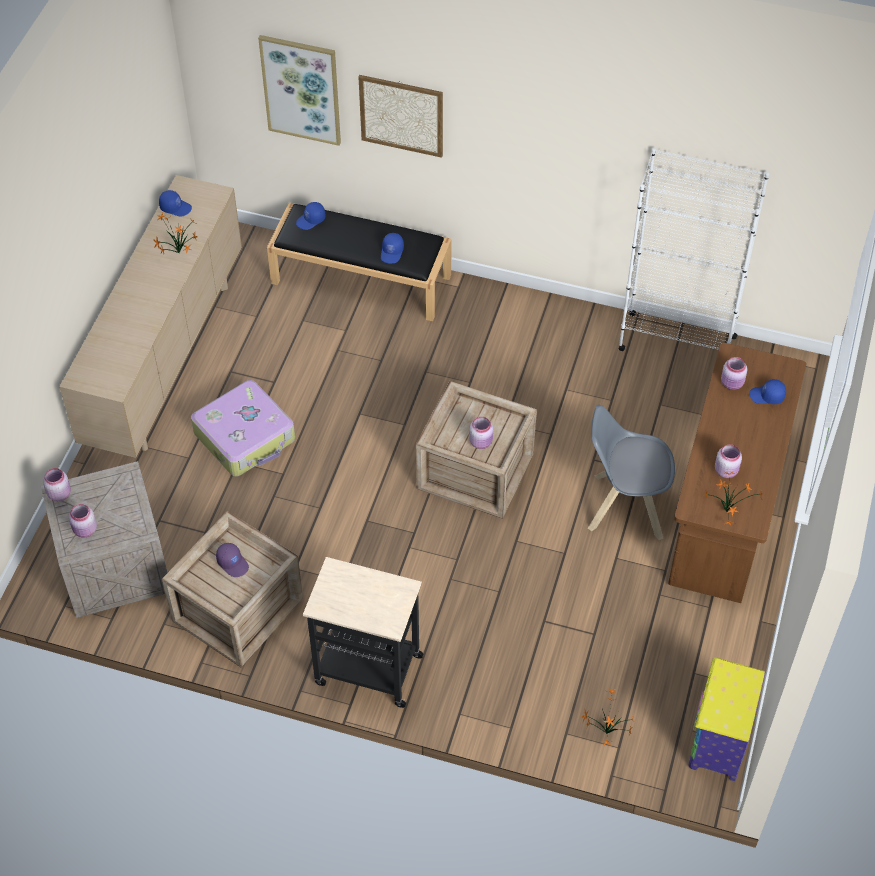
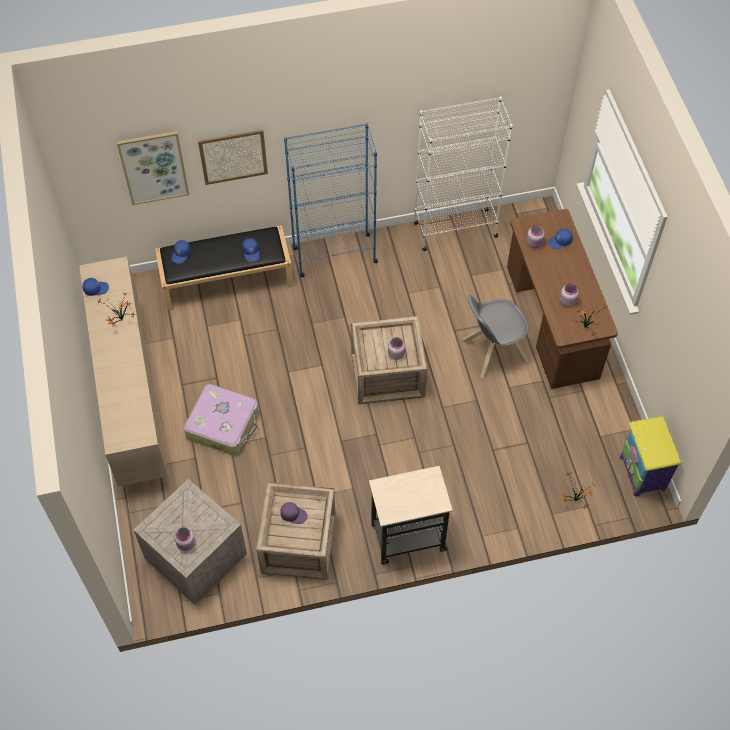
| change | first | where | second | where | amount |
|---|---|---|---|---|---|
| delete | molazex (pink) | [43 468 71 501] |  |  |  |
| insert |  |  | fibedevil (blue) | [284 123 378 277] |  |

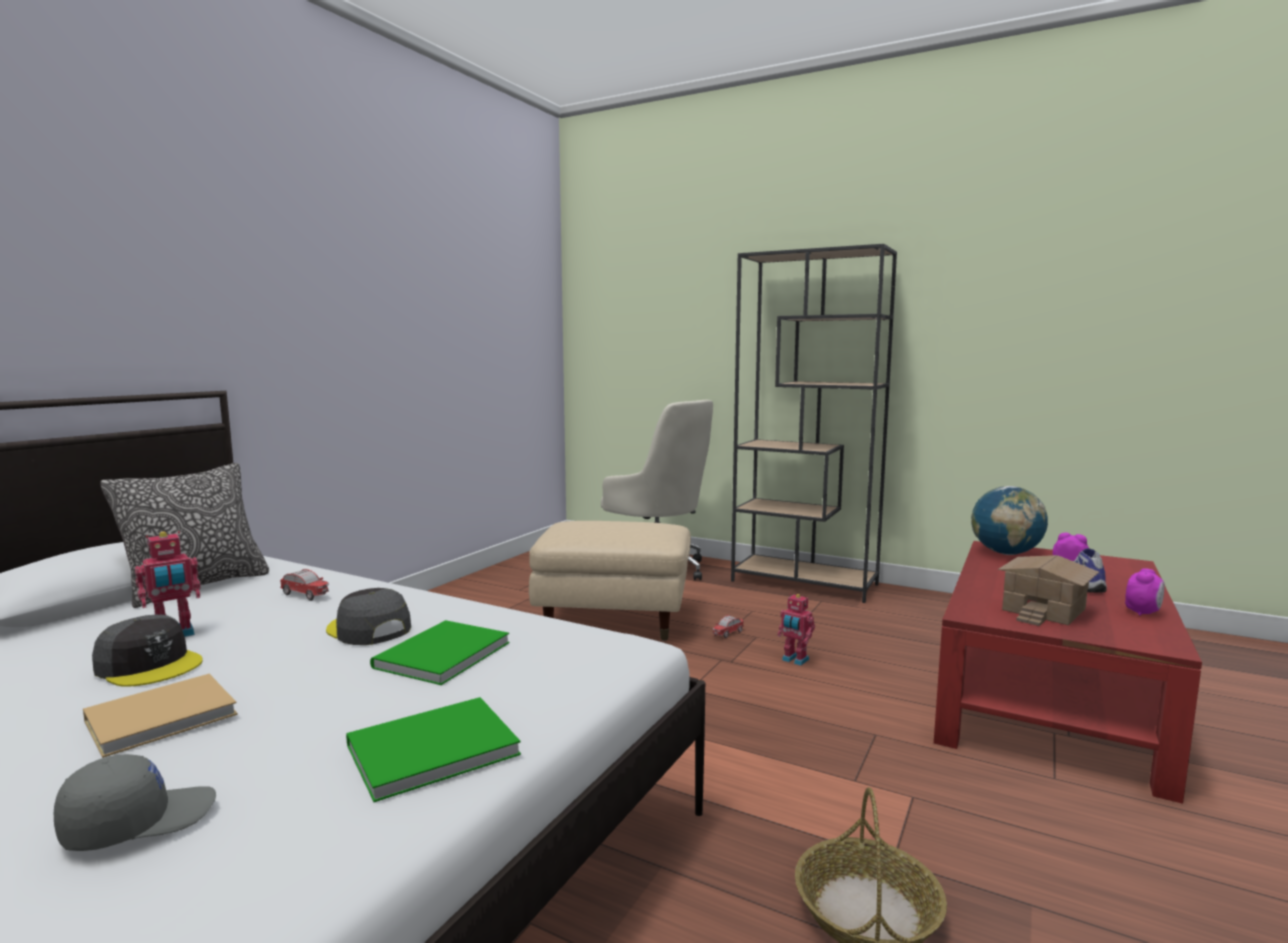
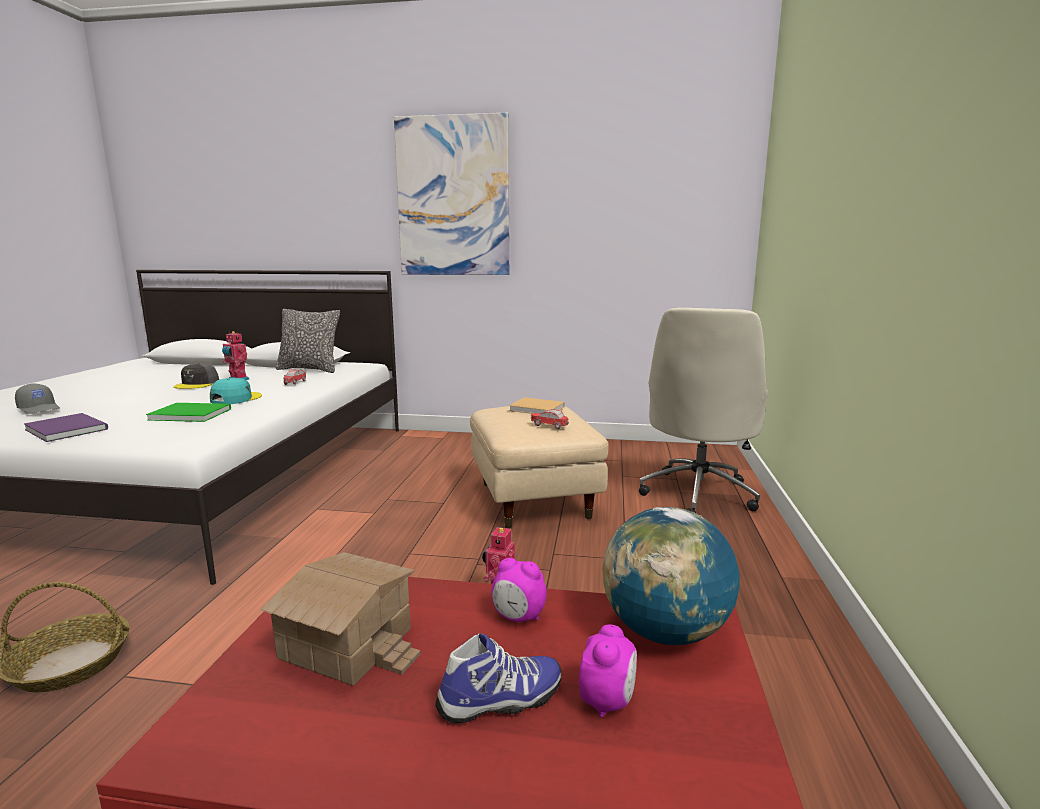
| change | first | where | second | where | amount |
|---|---|---|---|---|---|
| move | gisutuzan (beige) | [83 674 238 758] |  | [509 397 565 414] |  |
| recolor | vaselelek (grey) | [326 588 411 645] | vaselelek (turquoise) | [210 378 262 404] |  |
| recolor | gisutuzan (green) | [346 697 521 802] | gisutuzan (purple) | [24 413 108 442] |  |
| move | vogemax | [713 615 744 638] |  | [531 409 569 429] |  |
| delete | fibedevil | [731 244 897 603] |  |  |  |
| move | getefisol | [1125 568 1165 616] |  | [491 558 547 622] |  |
| insert |  |  | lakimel | [394 112 509 275] |  |

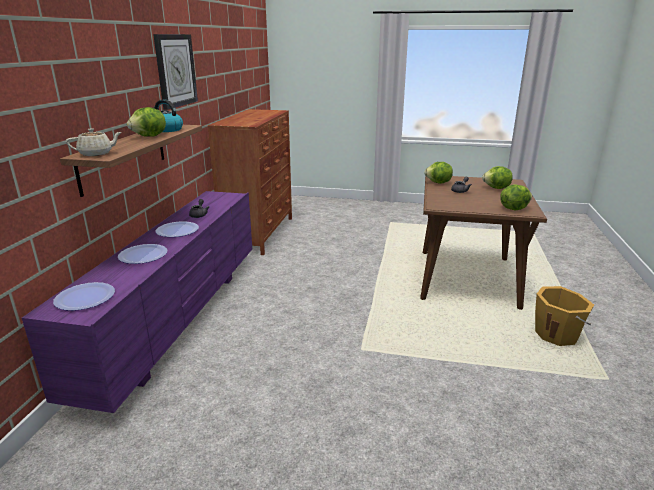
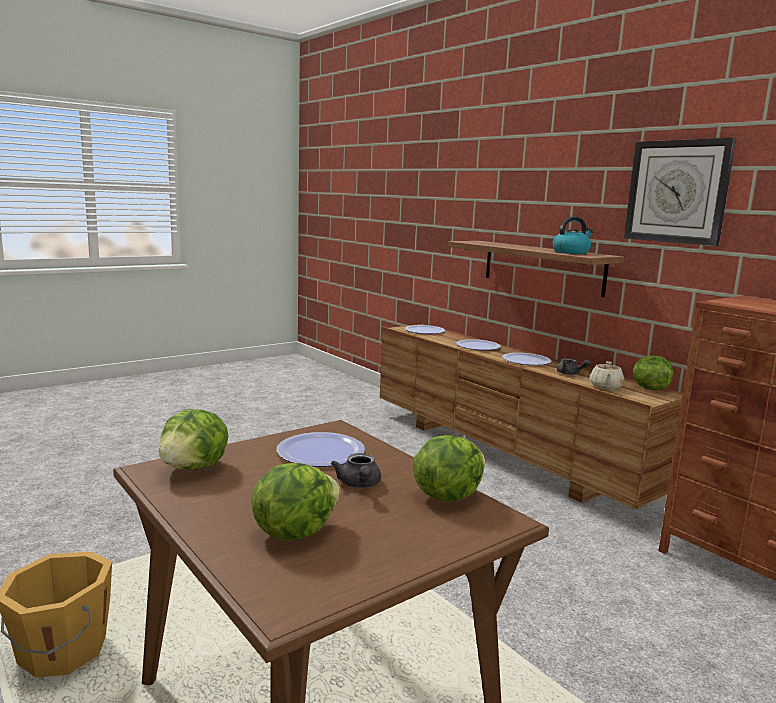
| change | first | where | second | where | amount |
|---|---|---|---|---|---|
| recolor | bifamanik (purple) | [22 191 252 413] | bifamanik (brown) | [380 324 683 509] |  |
| move | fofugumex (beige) | [66 128 121 156] |  | [590 361 624 390] |  |
| move | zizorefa | [127 107 166 137] |  | [633 355 673 390] |  |
| insert |  |  | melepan | [277 432 365 467] |  |

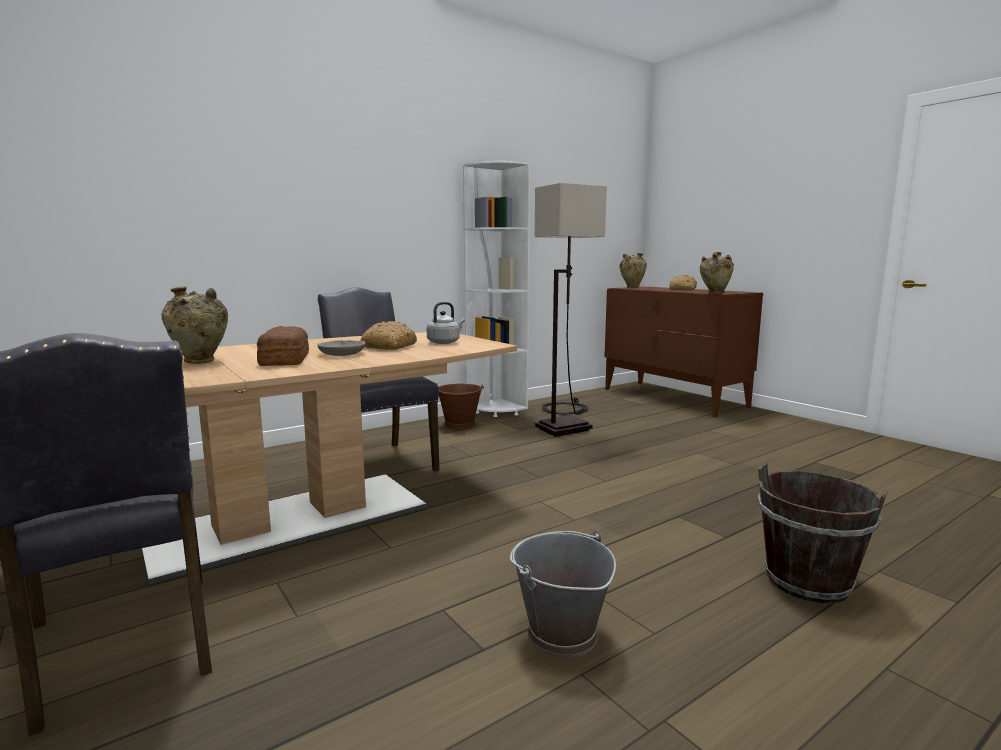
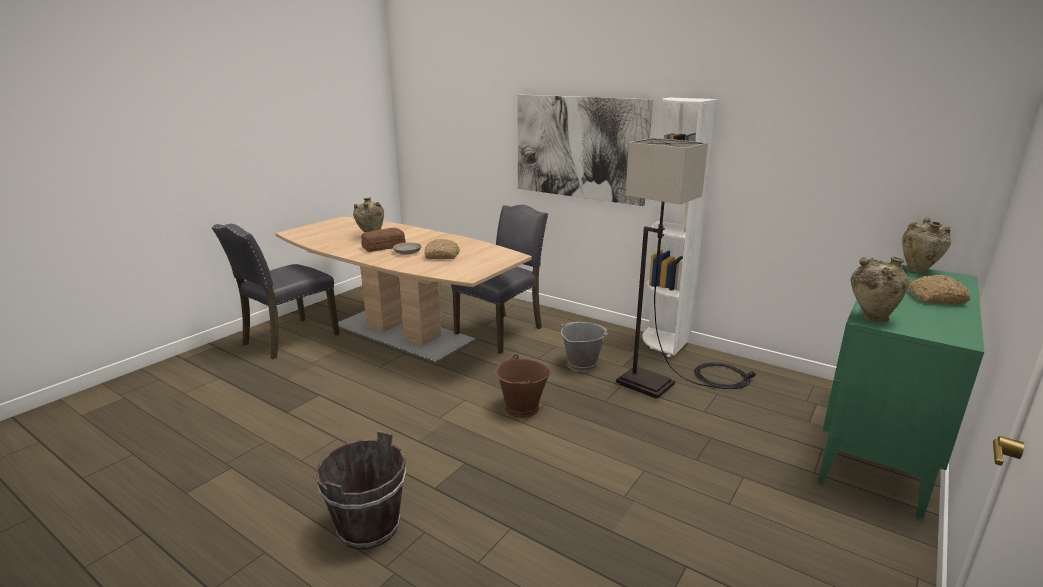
| change | first | where | second | where | amount |
|---|---|---|---|---|---|
| delete | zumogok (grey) | [427 302 465 344] |  |  |  |
| move | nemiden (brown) | [436 383 484 429] |  | [495 354 551 418] |  |
| move | nemiden (grey) | [510 530 616 658] |  | [561 322 608 372] |  |
| recolor | bifamanik (brown) | [604 287 763 417] | bifamanik (green) | [818 262 984 519] |  |
| insert |  |  | lakimel | [518 94 653 206] |  |

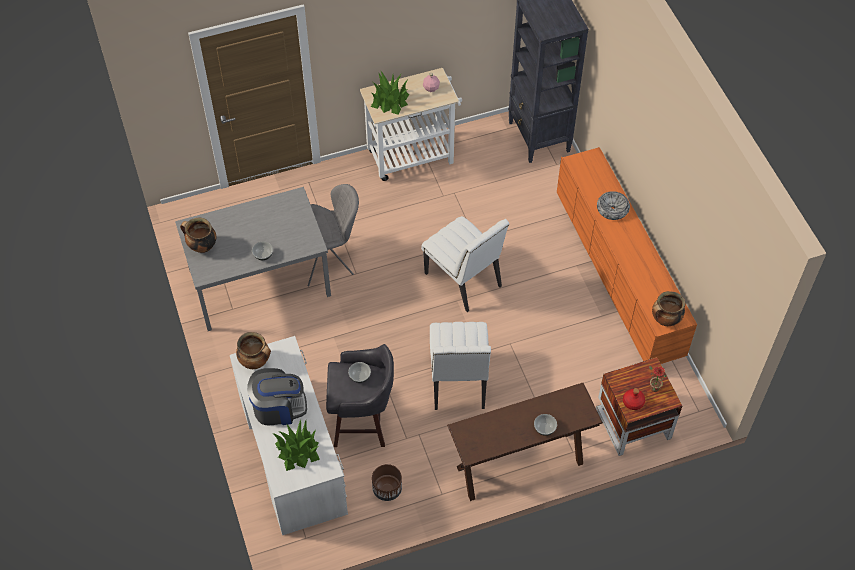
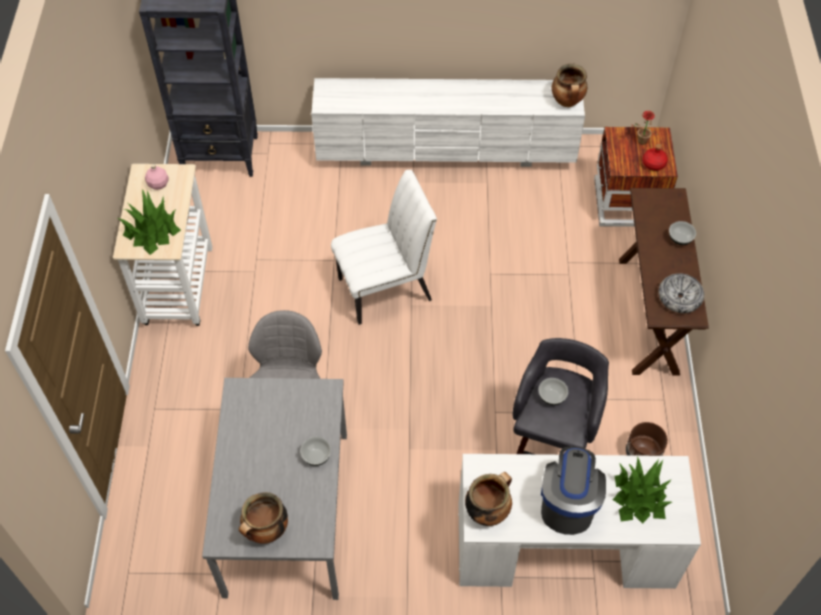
| change | first | where | second | where | amount |
|---|---|---|---|---|---|
| delete | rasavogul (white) | [430 322 491 410] |  |  |  |
| recolor | bifamanik (orange) | [557 147 697 364] | bifamanik (white) | [311 78 585 167] |  |
| move | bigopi | [597 191 630 220] |  | [659 273 704 313] |  |

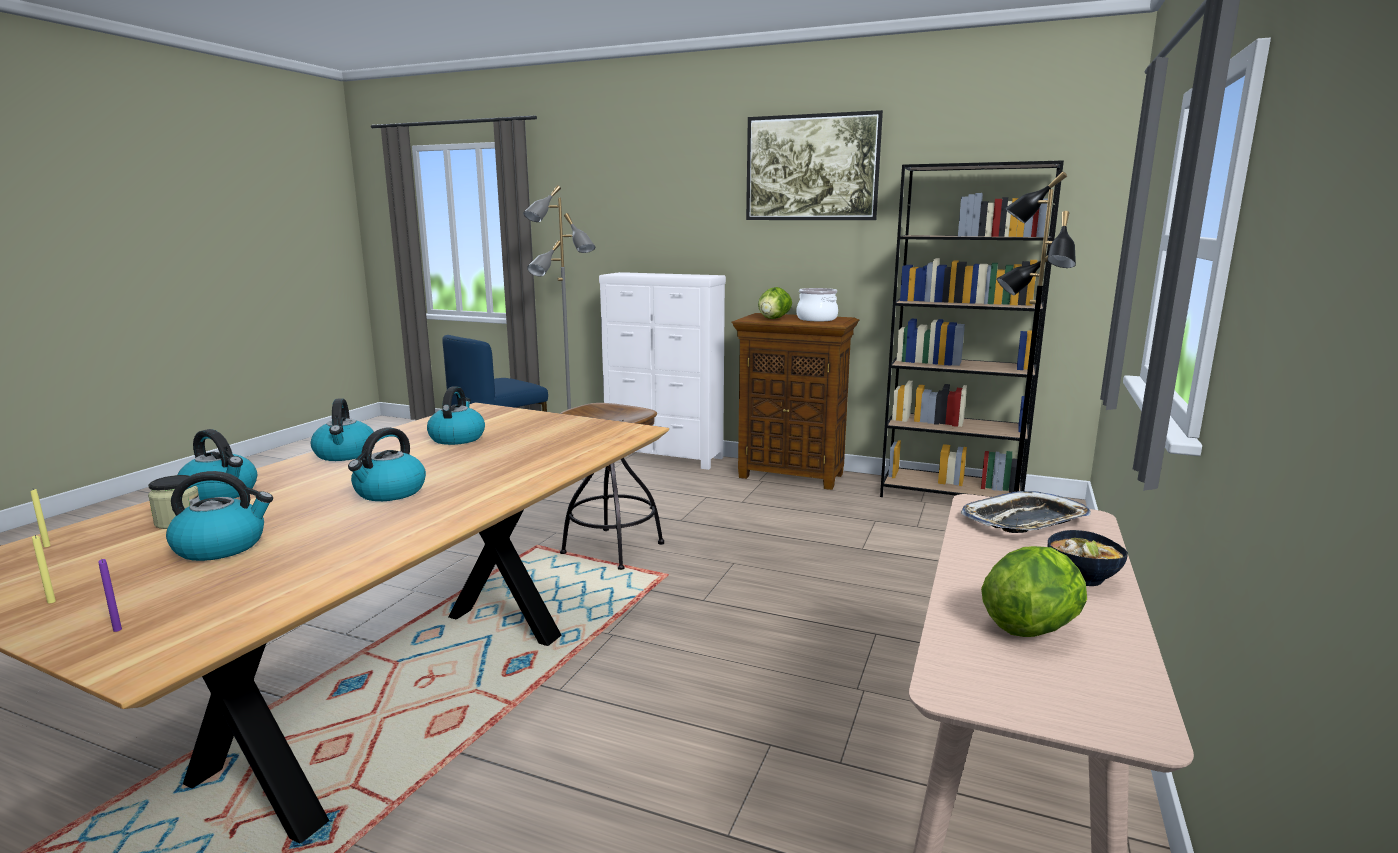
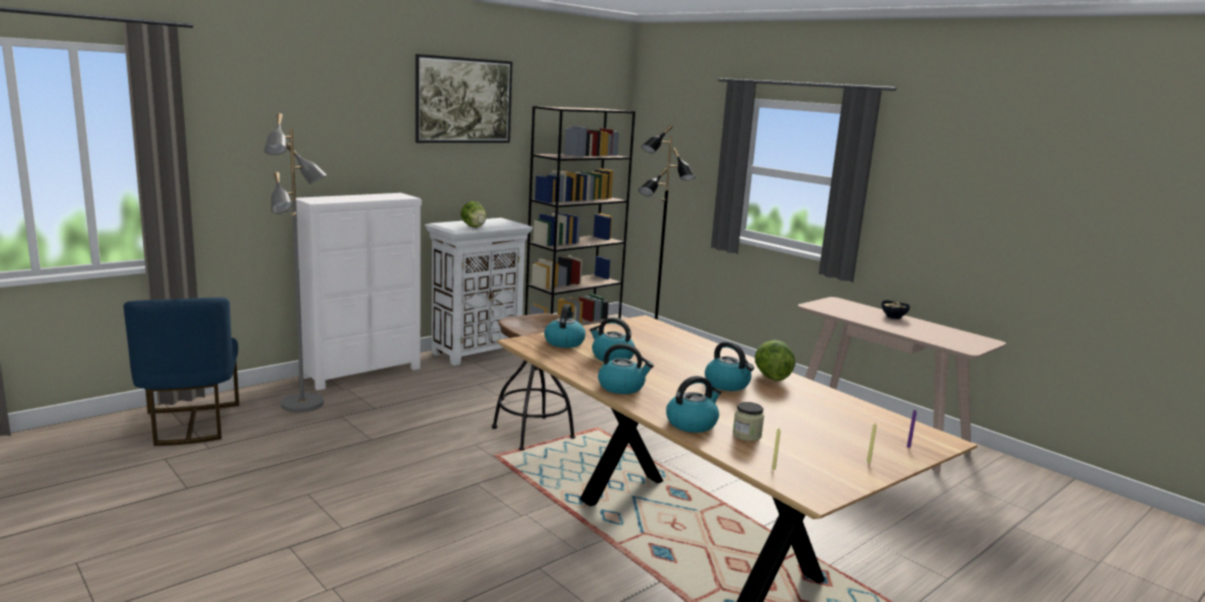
| change | first | where | second | where | amount |
|---|---|---|---|---|---|
| move | zumogok | [166 471 273 561] |  | [544 304 586 348] |  |
| recolor | bifamanik (brown) | [732 313 859 490] | bifamanik (white) | [424 218 533 366] |  |
| delete | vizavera | [796 288 838 321] |  |  |  |
| delete | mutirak | [961 491 1091 533] |  |  |  |
| move | zizorefa | [981 546 1087 637] |  | [755 340 796 381] |  |

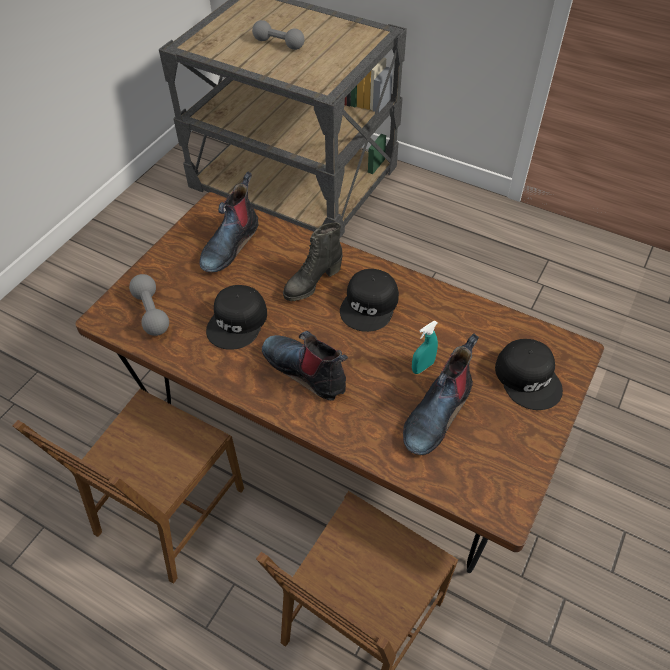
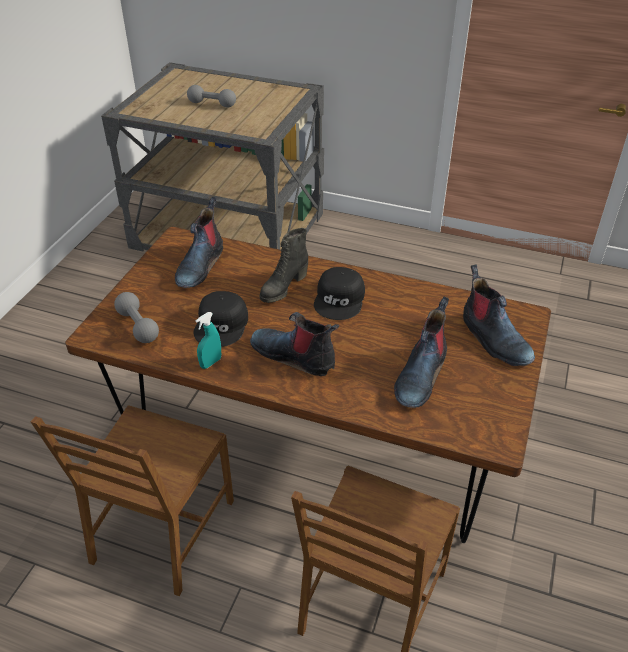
| change | first | where | second | where | amount |
|---|---|---|---|---|---|
| move | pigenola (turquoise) | [412 321 438 374] |  | [195 312 221 369] |  |
| replace | vaselelek (black) | [495 339 563 410] | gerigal | [463 264 535 366] |  |

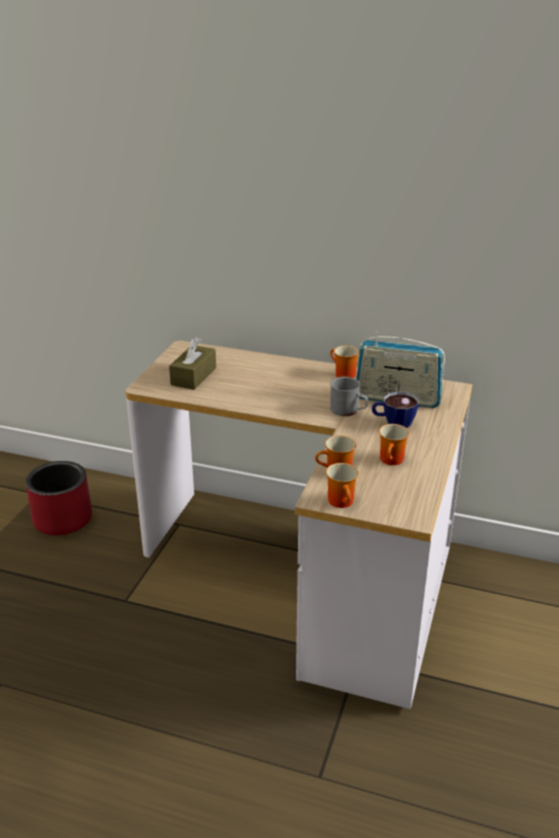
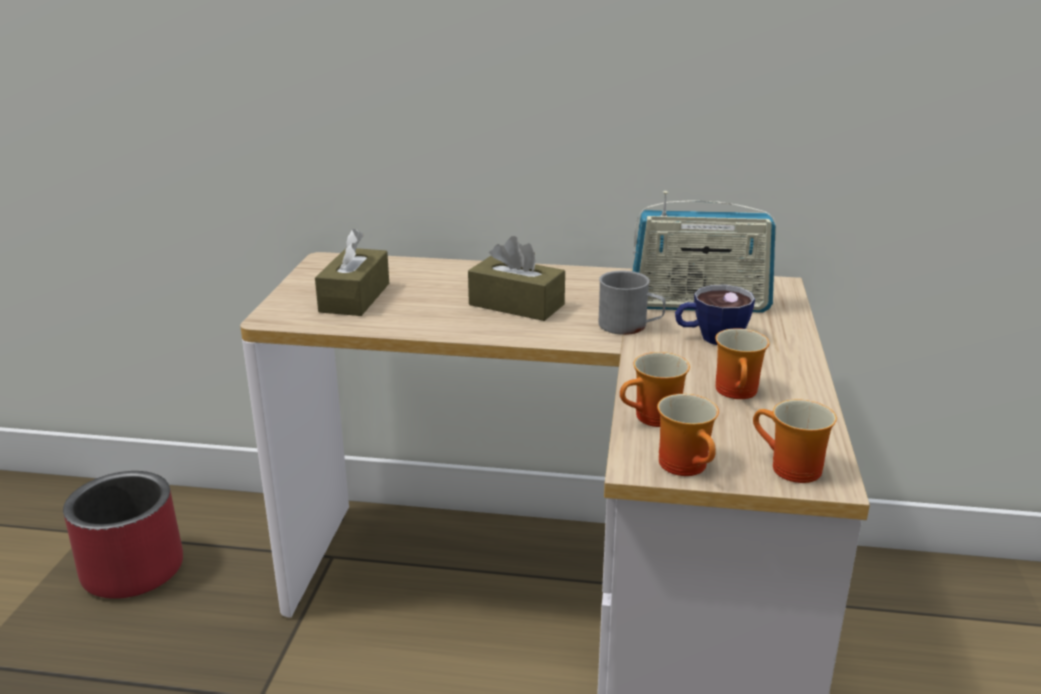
| change | first | where | second | where | amount |
|---|---|---|---|---|---|
| move | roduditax | [330 346 359 378] |  | [753 399 837 483] |  |
| insert |  |  | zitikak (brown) | [468 236 565 321] |  |

